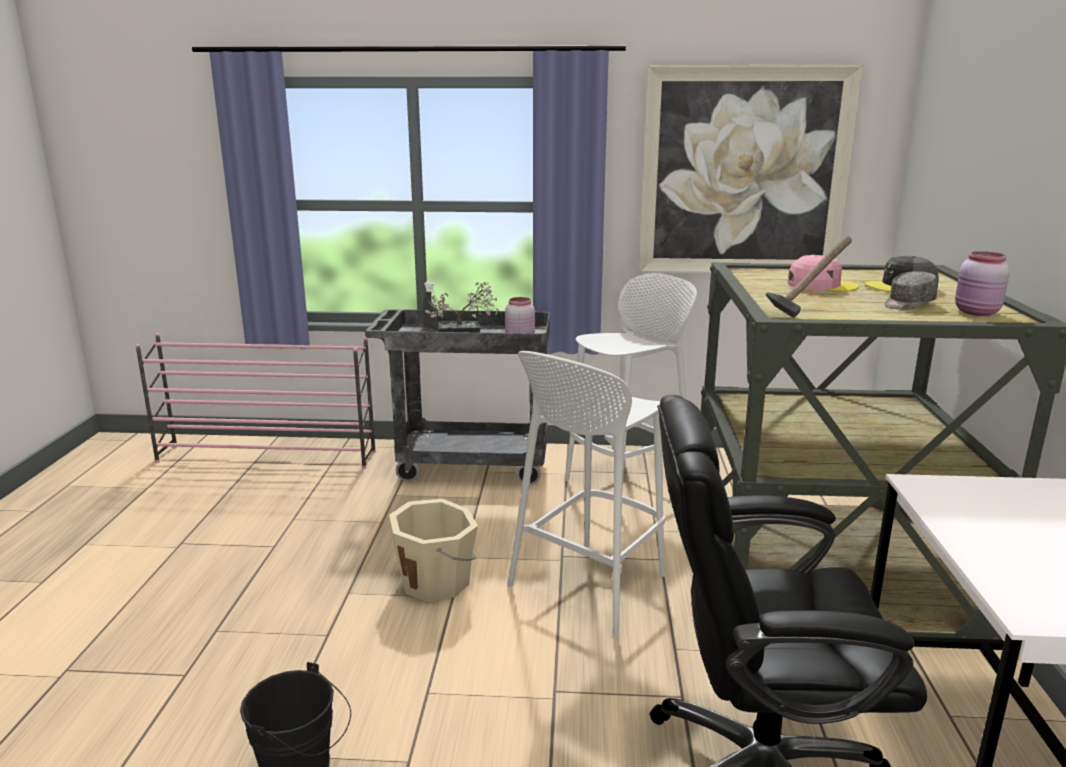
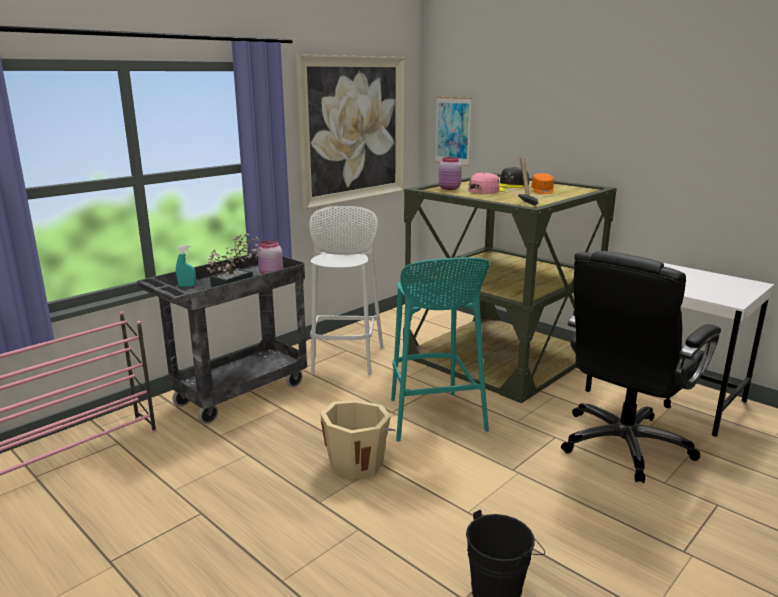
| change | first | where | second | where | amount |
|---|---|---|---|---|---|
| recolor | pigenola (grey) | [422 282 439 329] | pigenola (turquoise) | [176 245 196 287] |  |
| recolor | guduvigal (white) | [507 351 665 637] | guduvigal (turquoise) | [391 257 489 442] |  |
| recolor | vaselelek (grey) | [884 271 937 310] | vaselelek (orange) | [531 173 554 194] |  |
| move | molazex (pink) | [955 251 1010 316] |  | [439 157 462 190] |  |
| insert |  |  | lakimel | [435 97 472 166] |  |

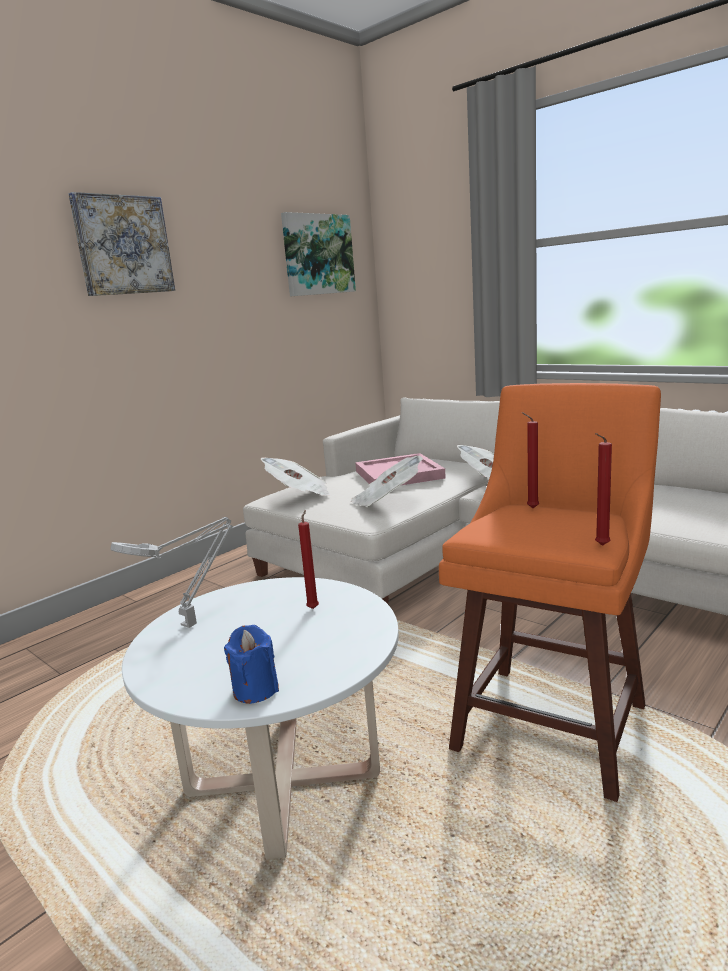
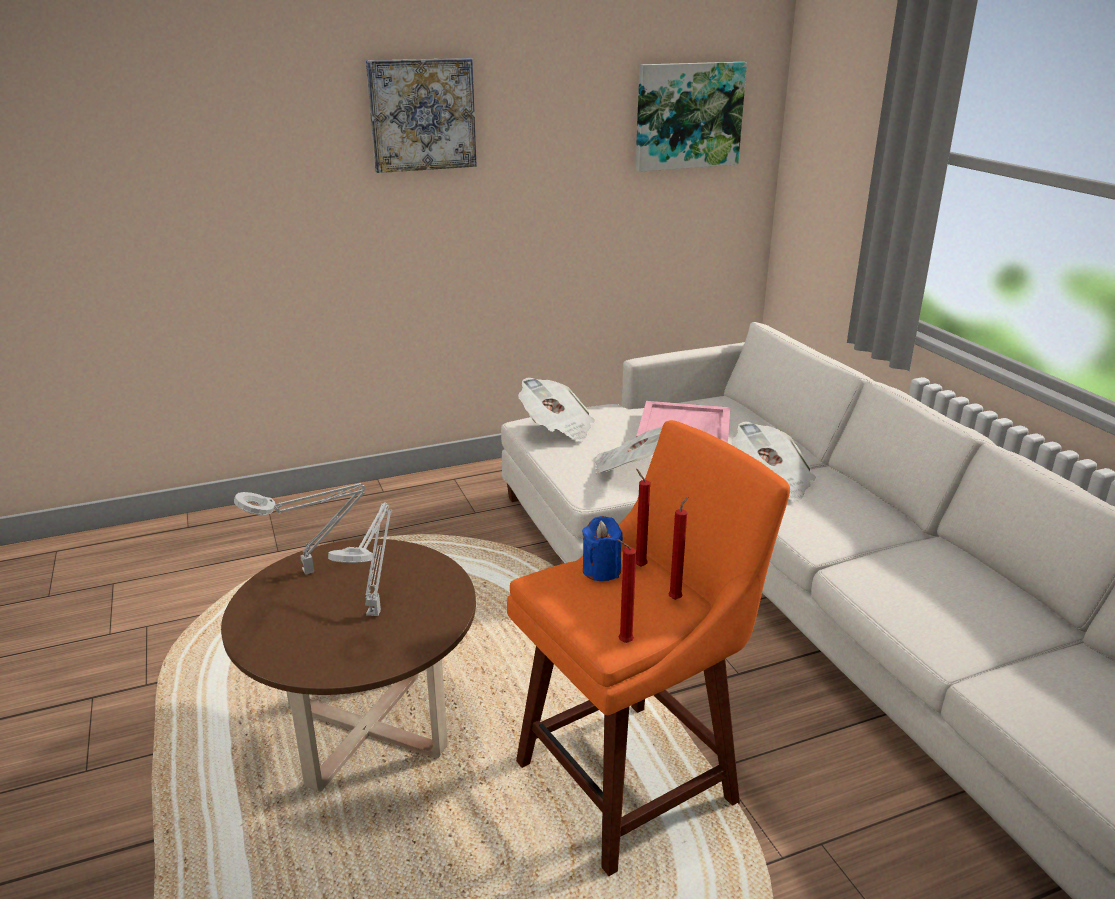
| change | first | where | second | where | amount |
|---|---|---|---|---|---|
| recolor | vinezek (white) | [122 577 399 860] | vinezek (brown) | [221 539 476 792] |  |
| move | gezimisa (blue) | [224 625 279 704] |  | [582 516 623 581] |  |
| move | gezimisa (red) | [298 510 319 609] |  | [668 497 688 600] |  |
| insert |  |  | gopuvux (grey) | [328 502 392 616] |  |

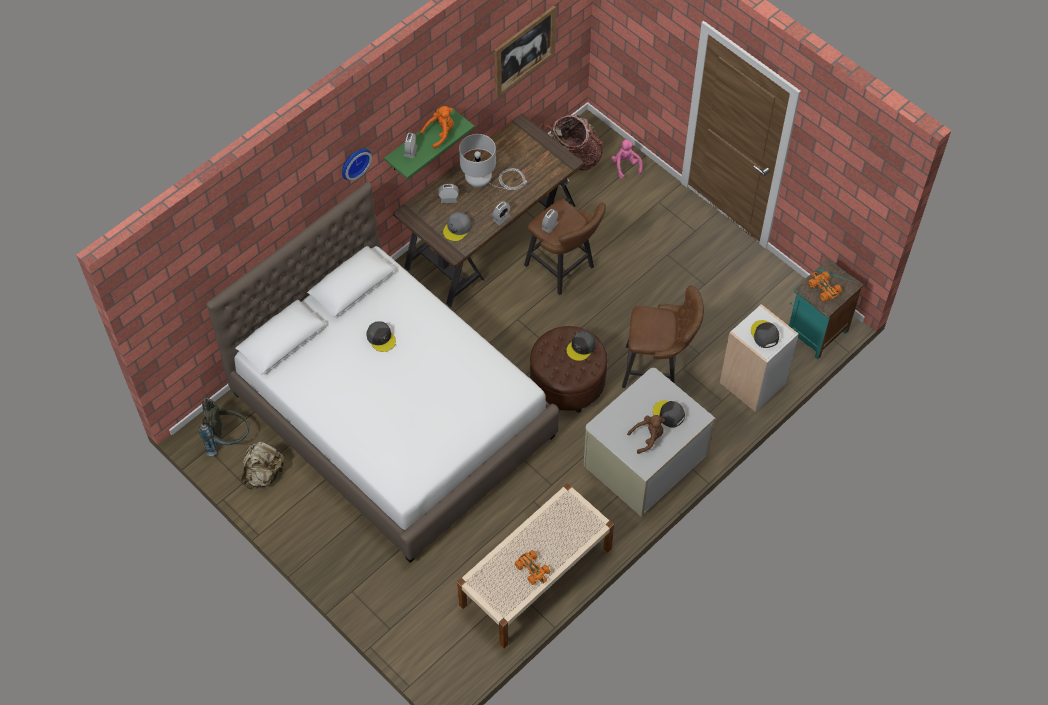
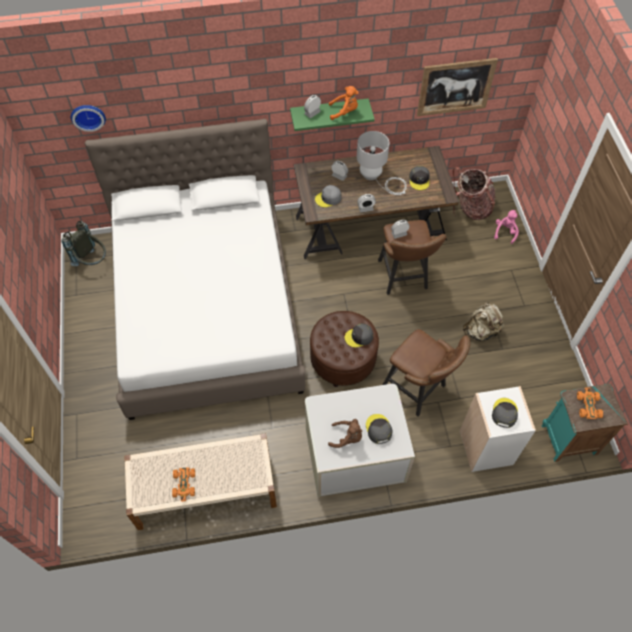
| change | first | where | second | where | amount |
|---|---|---|---|---|---|
| move | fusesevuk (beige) | [241 442 284 489] |  | [463 302 504 341] |  |
| move | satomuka | [342 149 372 181] |  | [71 105 106 132] |  |
| move | vaselelek (grey) | [367 321 396 352] |  | [409 166 430 190] |  |

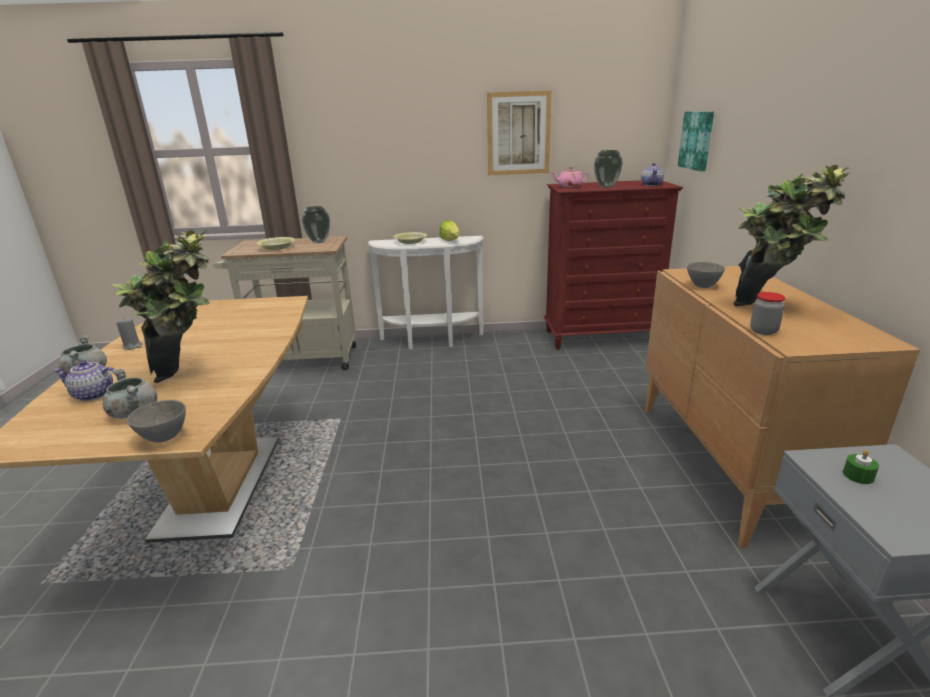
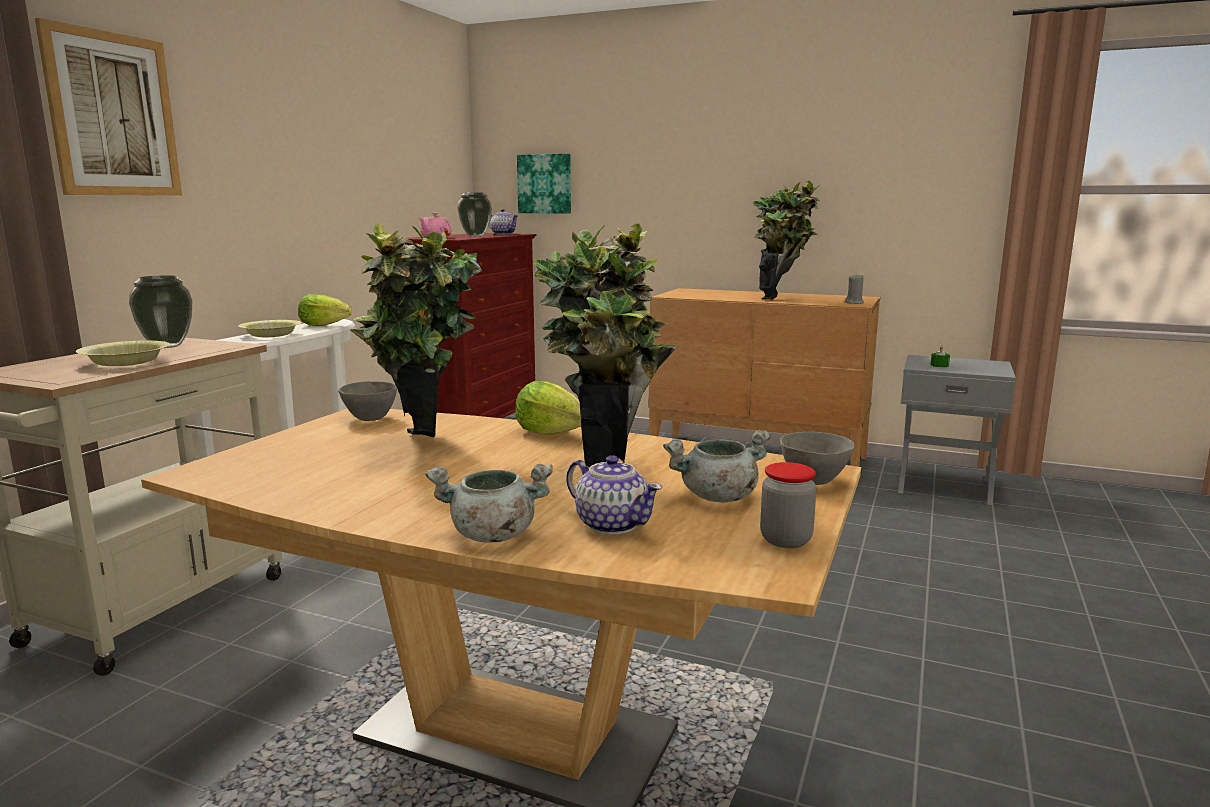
| change | first | where | second | where | amount |
|---|---|---|---|---|---|
| rotate | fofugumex | [53 360 120 401] |  | [566 455 662 535] | 75 degrees counterclockwise |
| move | gezimisa (grey) | [117 317 143 350] |  | [845 273 864 304] |  |
| move | lakimel | [487 90 552 175] |  | [35 18 182 196] |  |
| move | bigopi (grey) | [687 262 725 288] |  | [338 381 397 421] |  |
| move | molazex | [750 292 785 335] |  | [760 462 816 548] |  |
| insert |  |  | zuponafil | [350 223 482 437] |  |
| insert |  |  | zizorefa | [515 381 581 435] |  |

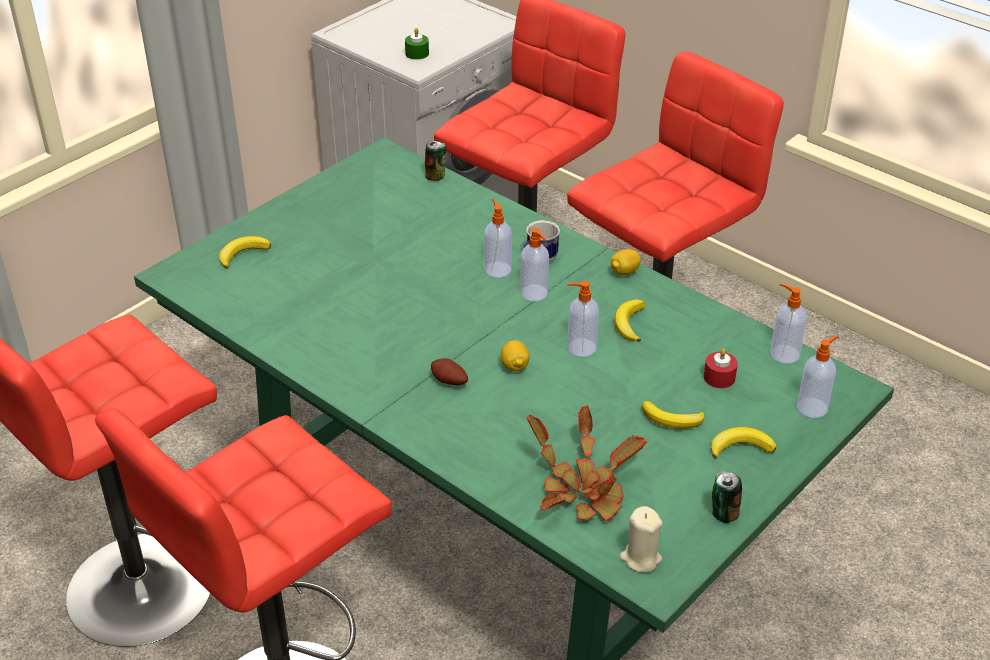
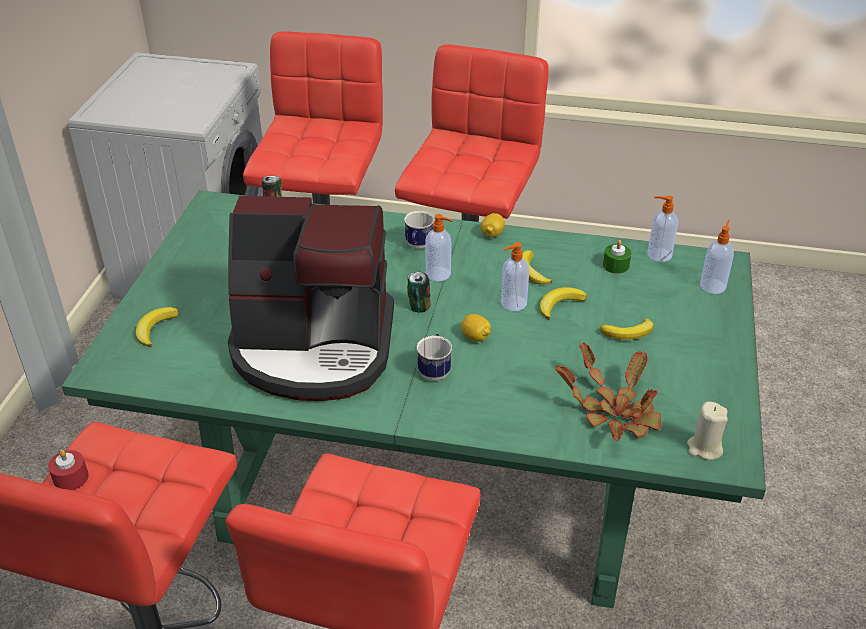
| change | first | where | second | where | amount |
|---|---|---|---|---|---|
| move | gezimisa (green) | [405 28 429 60] |  | [603 240 631 274] |  |
| replace | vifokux | [431 358 468 386] | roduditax | [417 334 452 381] |  |
| delete | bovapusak | [484 199 512 278] |  |  |  |
| move | gezimisa (red) | [704 348 738 388] |  | [48 450 89 490] |  |
| move | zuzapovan | [711 427 776 459] |  | [540 287 587 320] |  |
| move | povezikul | [712 471 742 523] |  | [407 271 431 313] |  |
| insert |  |  | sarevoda | [228 196 394 401] |  |

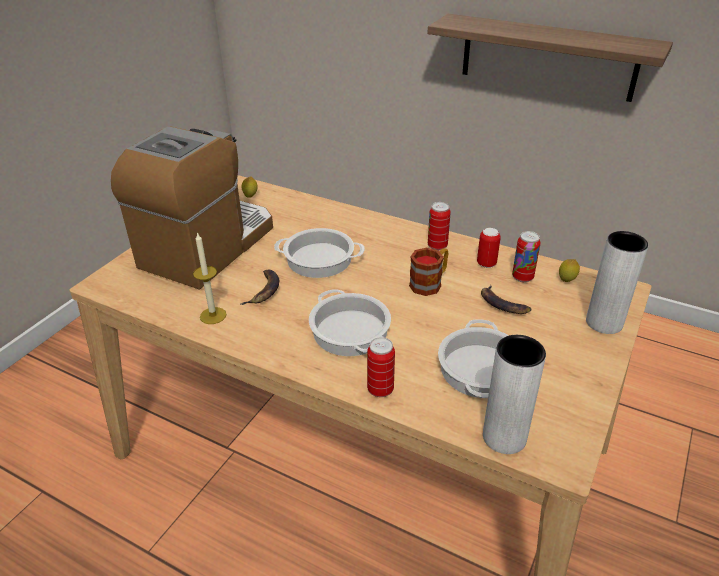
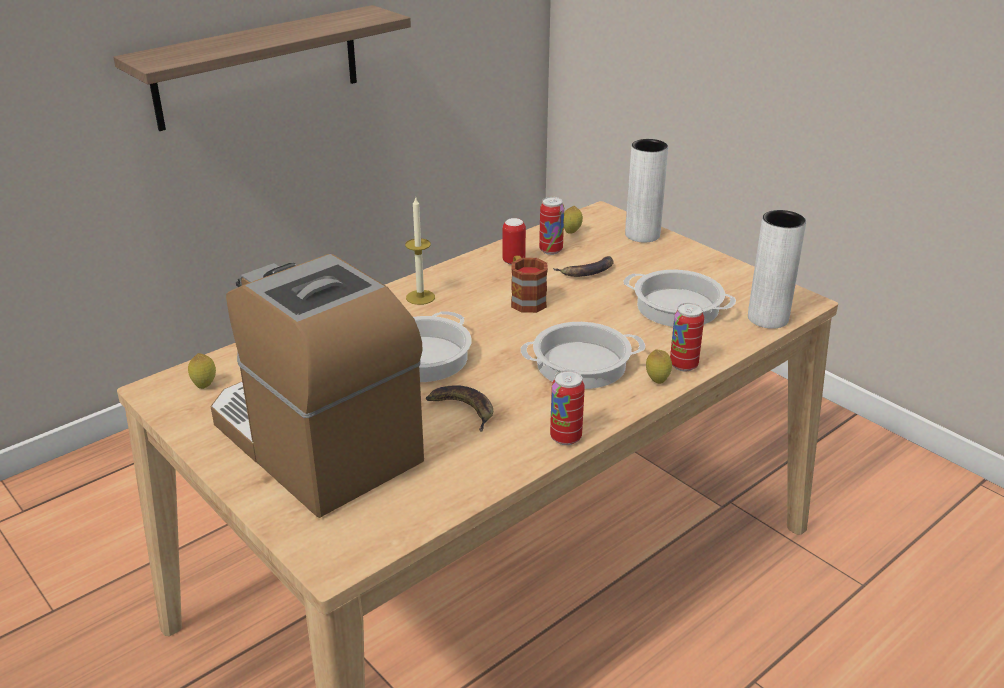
| change | first | where | second | where | amount |
|---|---|---|---|---|---|
| move | gezimisa | [193 232 226 324] |  | [405 197 435 305] |  |
| move | povezikul | [428 202 451 250] |  | [550 370 585 445] |  |
| insert |  |  | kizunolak | [646 349 672 384] |  |

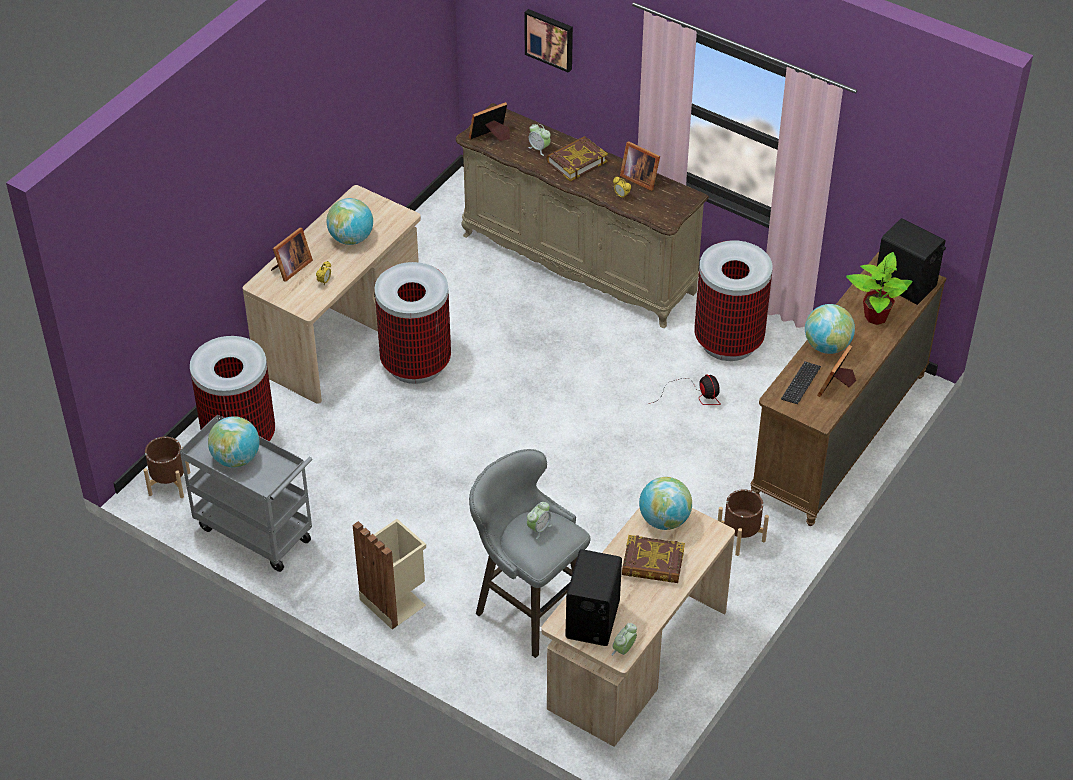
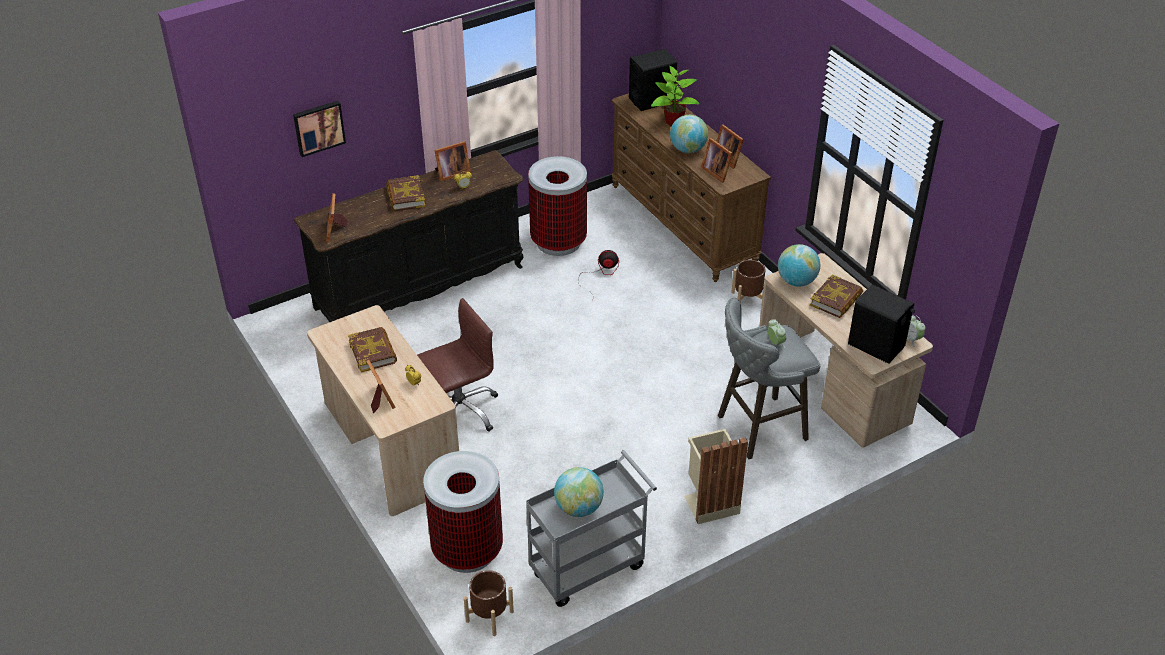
| change | first | where | second | where | amount |
|---|---|---|---|---|---|
| replace | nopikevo | [327 198 373 245] | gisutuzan | [348 327 397 372] |  |
| replace | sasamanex | [375 262 451 384] | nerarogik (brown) | [417 298 498 432] |  |
| recolor | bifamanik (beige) | [456 103 709 328] | bifamanik (black) | [294 150 523 322] |  |
| delete | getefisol | [528 124 550 156] |  |  |  |
| replace | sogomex | [781 362 821 404] | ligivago | [701 138 733 183] |  |

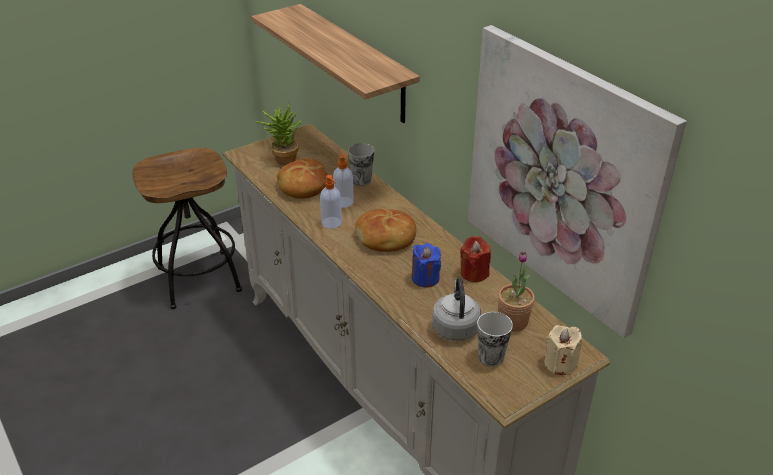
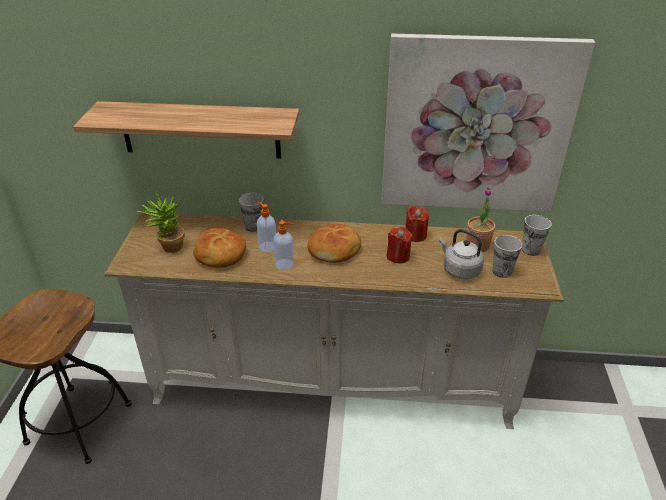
| change | first | where | second | where | amount |
|---|---|---|---|---|---|
| recolor | gezimisa (blue) | [411 243 441 287] | gezimisa (red) | [387 226 412 263] |  |
| replace | gezimisa (beige) | [544 325 582 375] | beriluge | [522 215 552 256] |  |

